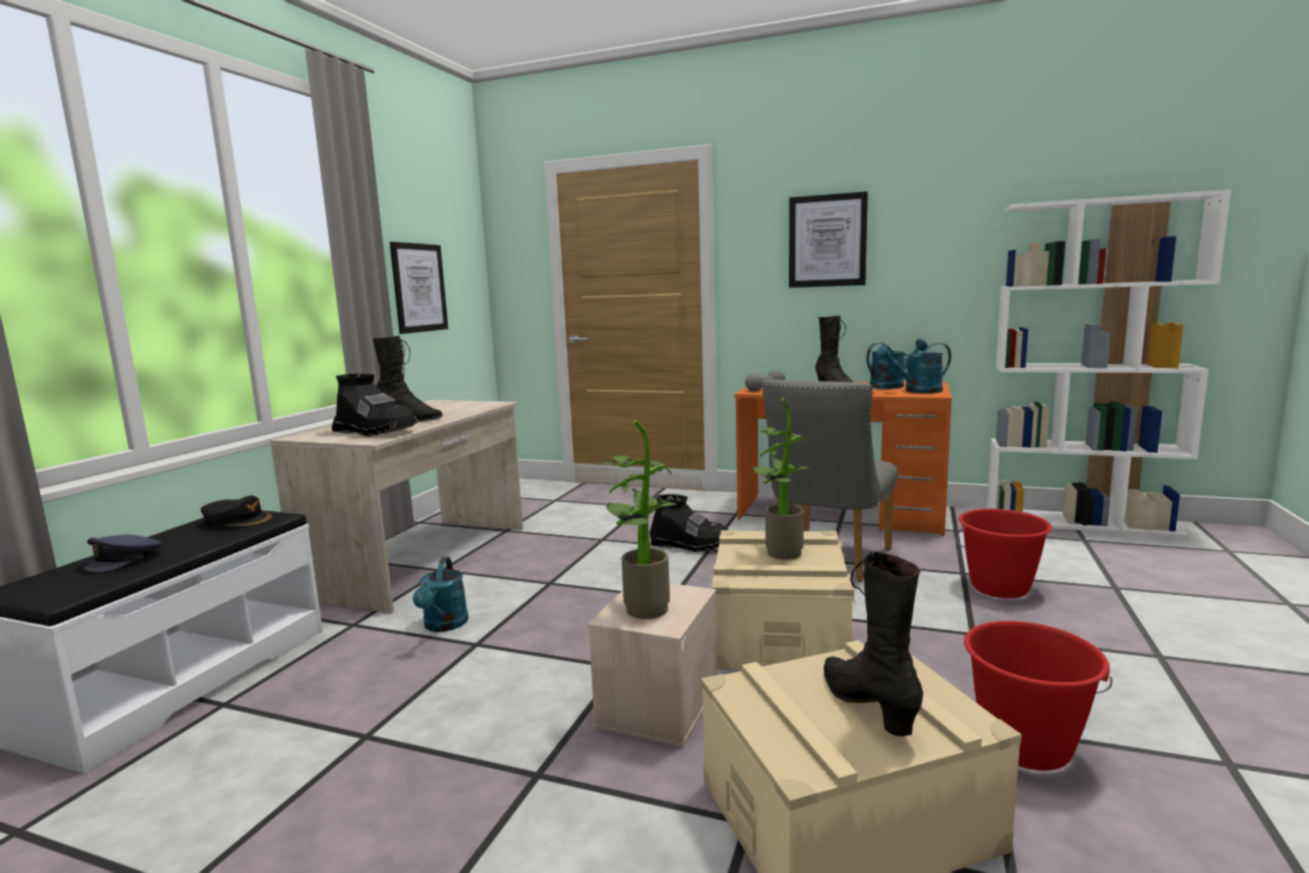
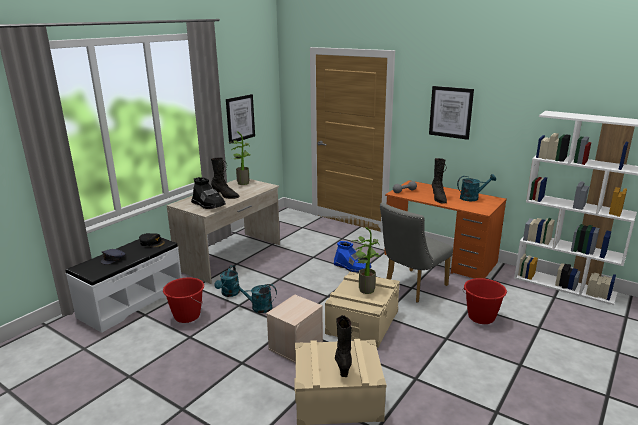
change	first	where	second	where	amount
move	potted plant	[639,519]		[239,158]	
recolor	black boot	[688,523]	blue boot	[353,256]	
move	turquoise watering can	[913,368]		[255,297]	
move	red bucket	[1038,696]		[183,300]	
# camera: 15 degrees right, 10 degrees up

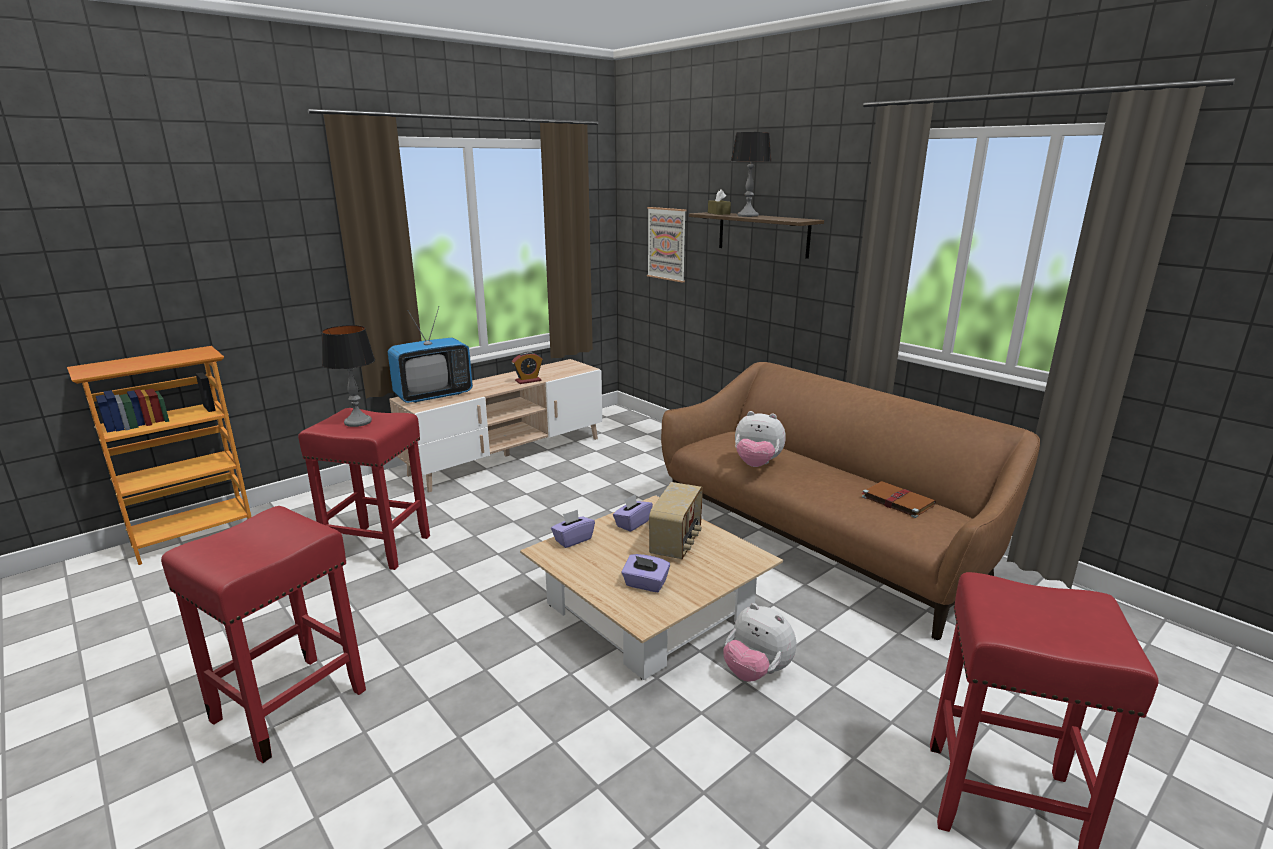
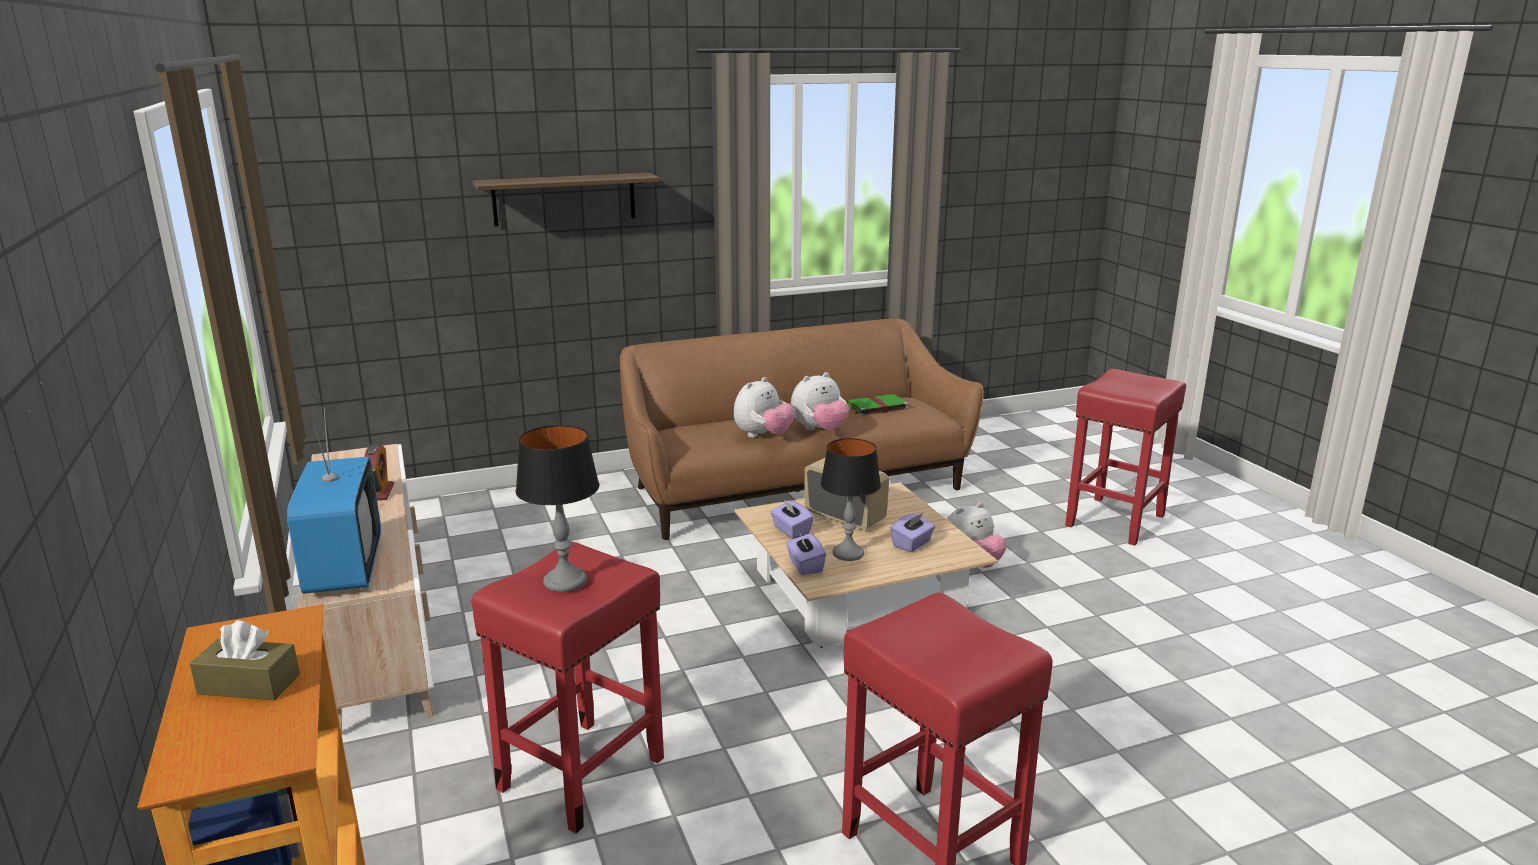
change	first	where	second	where	amount
delete	picture	[667,244]			
move	brown tissue box	[719,202]		[244,660]	
move	table lamp	[751,174]		[850,499]	
recolor	brown book	[898,499]	green book	[878,405]	
insert			plush toy	[820,401]	
# camera: 70 degrees left, 0 degrees up

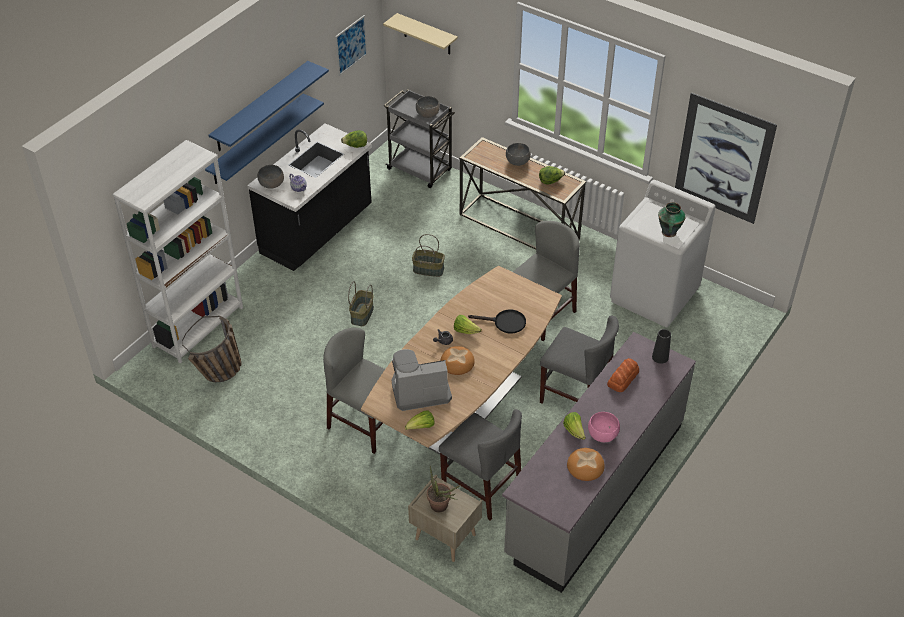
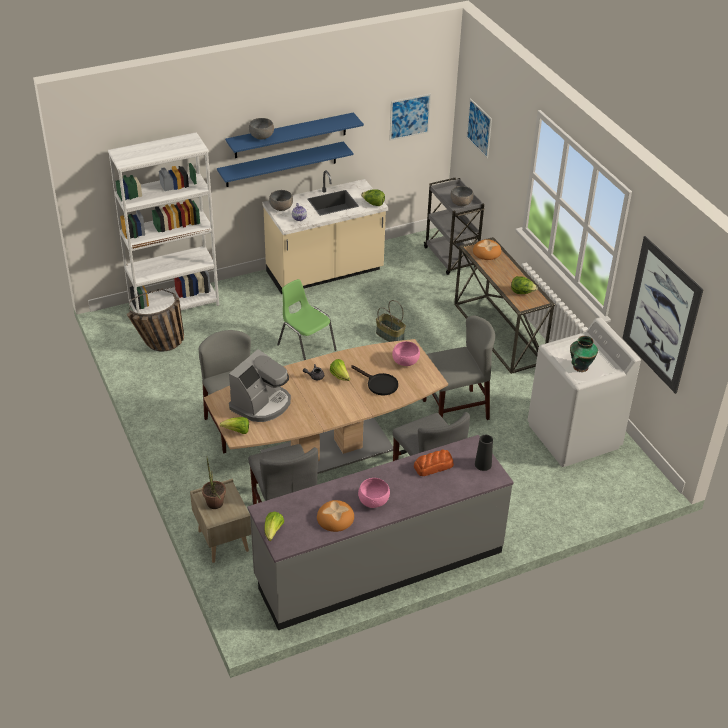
change	first	where	second	where	amount
recolor	black counter	[309,197]	beige counter	[325,232]	
replace	basket	[361,303]	green chair	[307,319]	
replace	beige shelf	[420,34]	picture	[479,128]	
rotate	coffee machine	[422,380]		[260,385]	105 degrees clockwise
move	bread	[457,360]		[487,249]	
move	grey bowl	[518,154]		[261,129]	
move	lettuce	[574,426]		[274,526]	
insert			pink bowl	[406,353]	
# camera: 30 degrees right, 5 degrees down

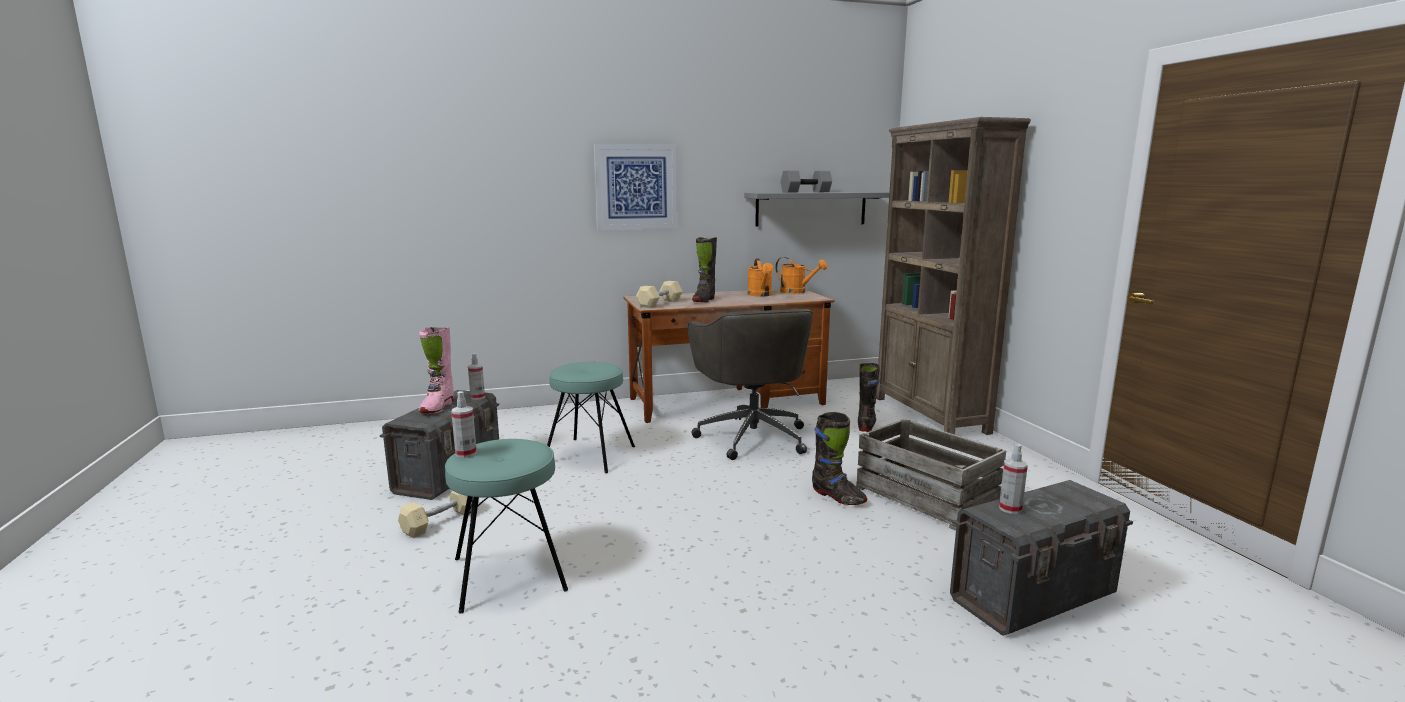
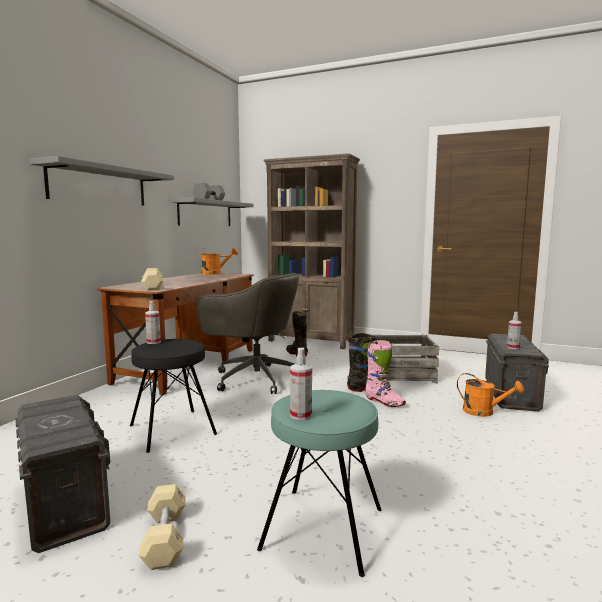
change	first	where	second	where	amount
move	pink boot	[436,370]		[385,373]	
move	spray bottle	[476,376]		[153,322]	
recolor	turquoise stool	[591,417]	black stool	[173,396]	
replace	picture	[636,187]	grey shelf	[102,181]	
delete	black boot	[704,269]			
move	orange watering can	[760,278]		[490,395]	
# camera: 50 degrees left, 5 degrees down

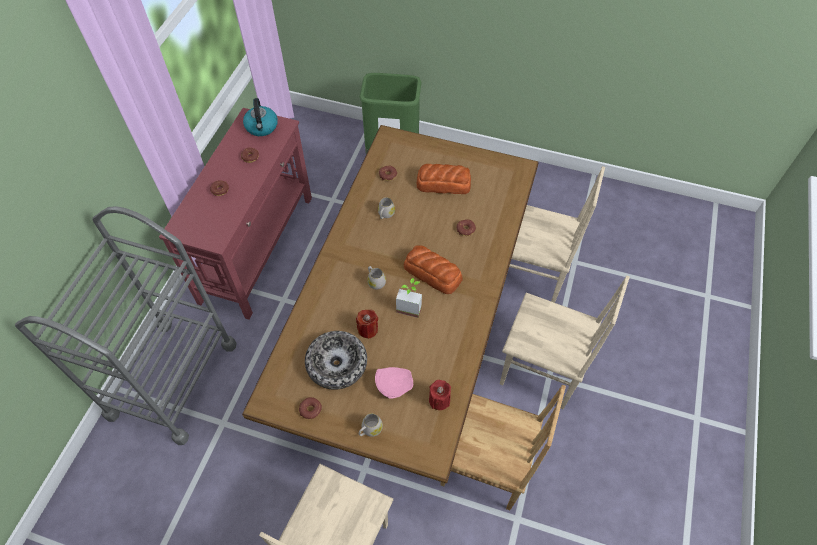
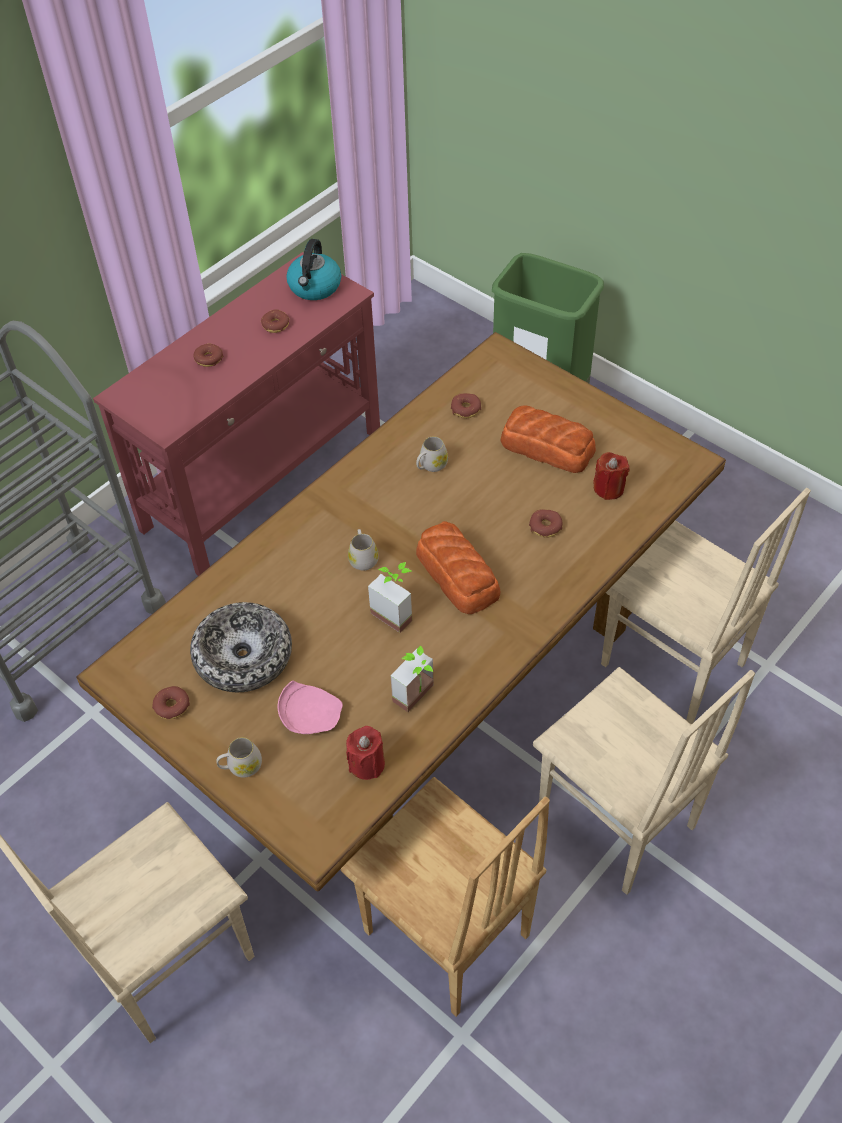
change	first	where	second	where	amount
move	red candle	[367,324]		[611,476]	
insert			potted plant	[412,678]	
# camera: 25 degrees right, 5 degrees down

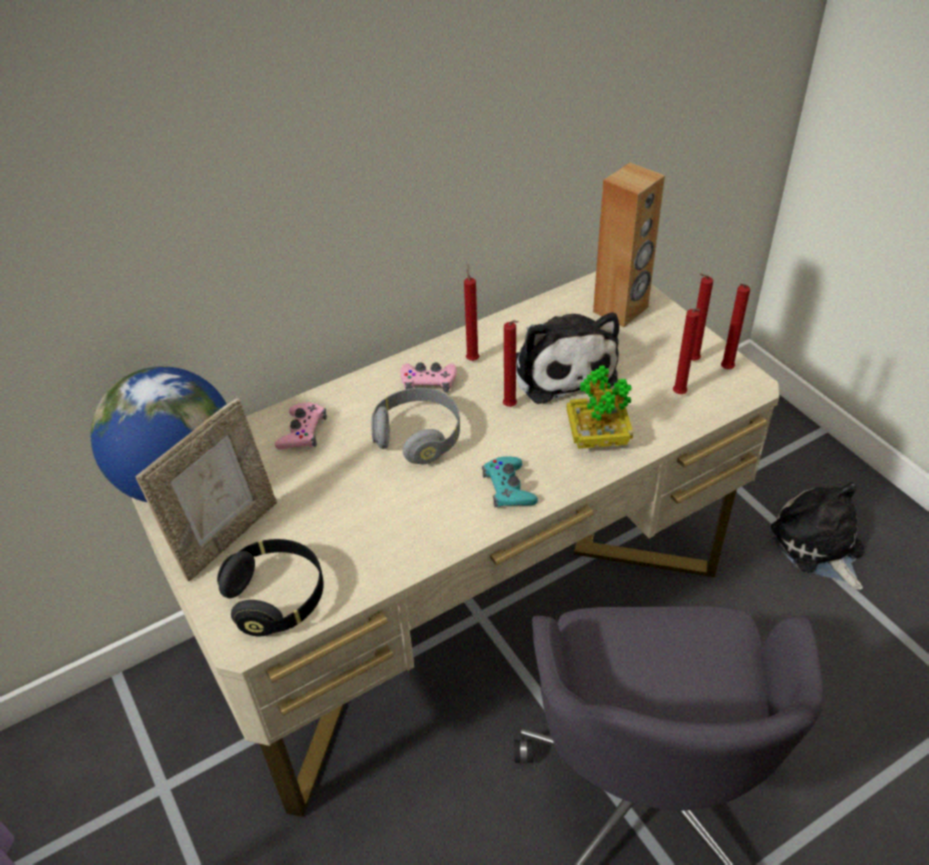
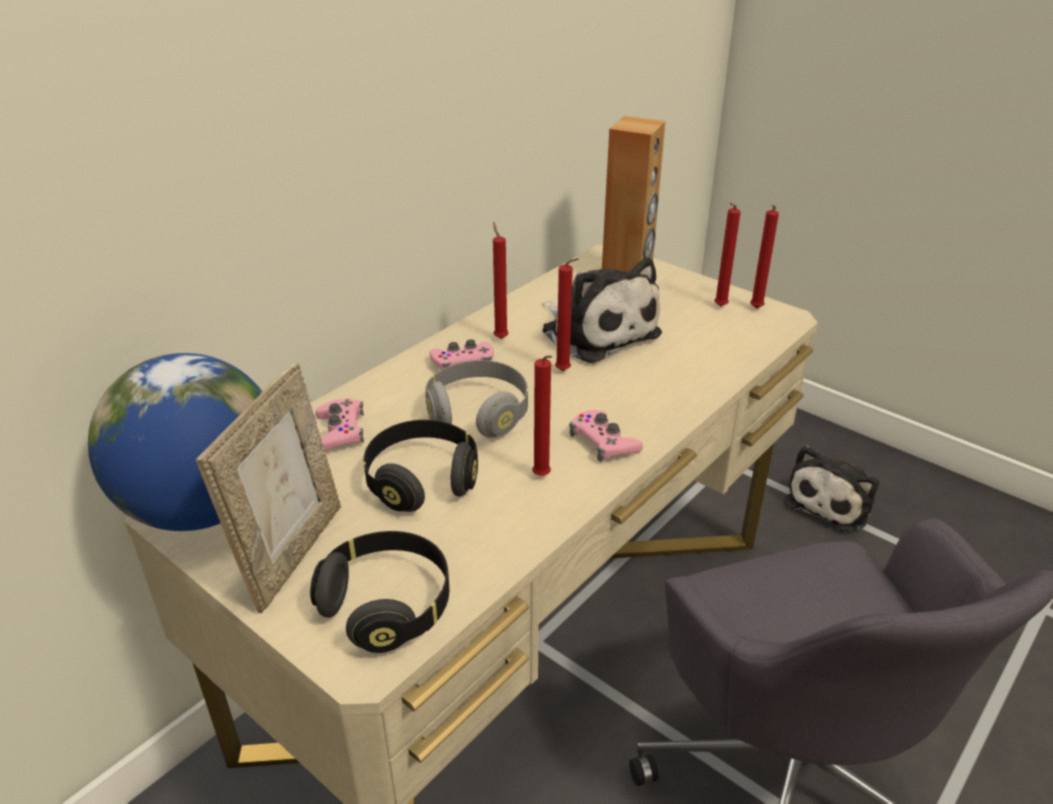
change	first	where	second	where	amount
recolor	turquoise game controller	[510,481]	pink game controller	[606,436]	
delete	potted plant	[599,407]			
move	red candle	[686,351]		[542,415]	
rotate	plush toy	[817,536]		[831,488]	105 degrees counterclockwise
insert			black headphones	[421,466]	
# camera: 20 degrees left, 10 degrees down

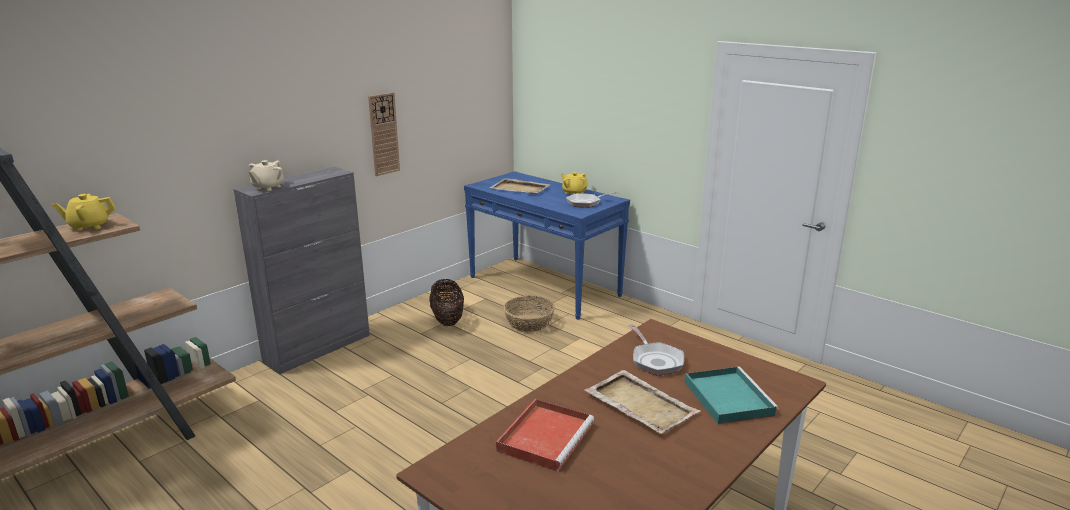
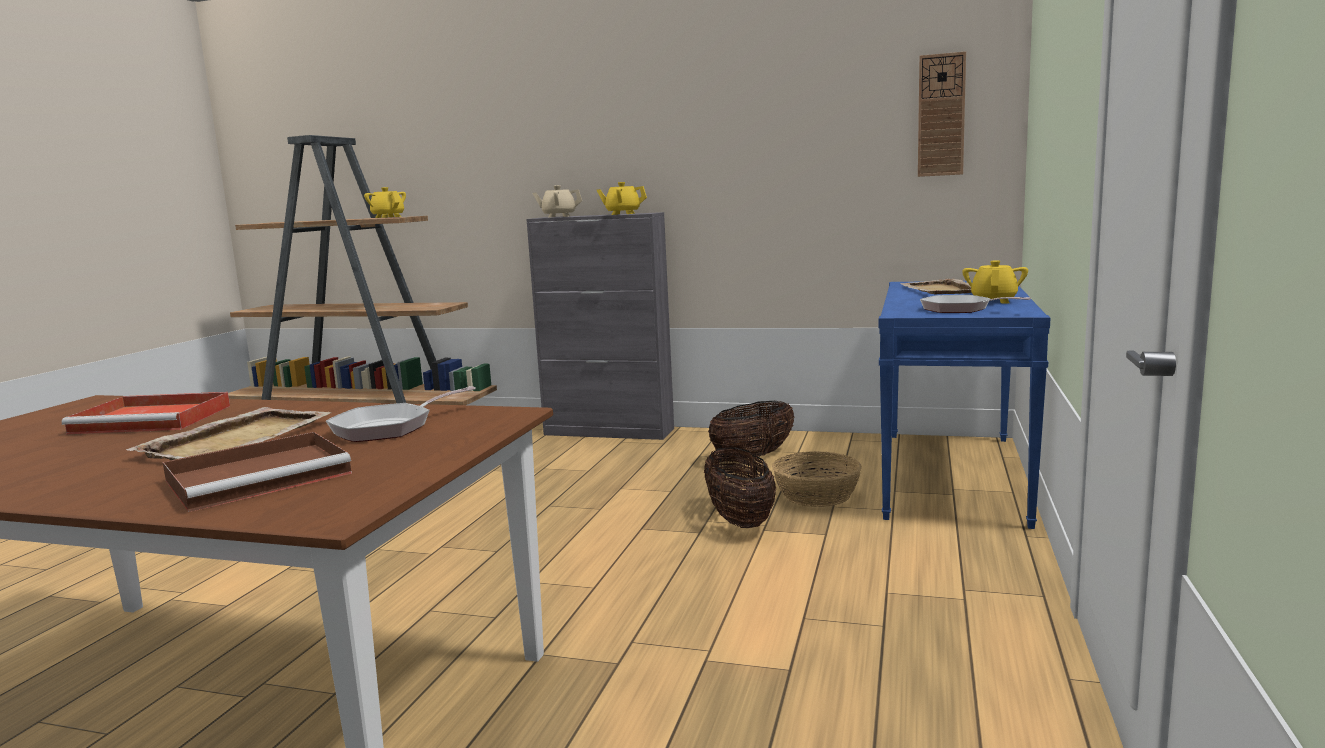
change	first	where	second	where	amount
move	wall clock	[384,134]		[942,114]	
recolor	turquoise tray	[732,395]	brown tray	[257,472]	
insert			yellow teapot	[622,198]	
insert			basket	[740,487]	
# camera: 65 degrees right, 10 degrees down

